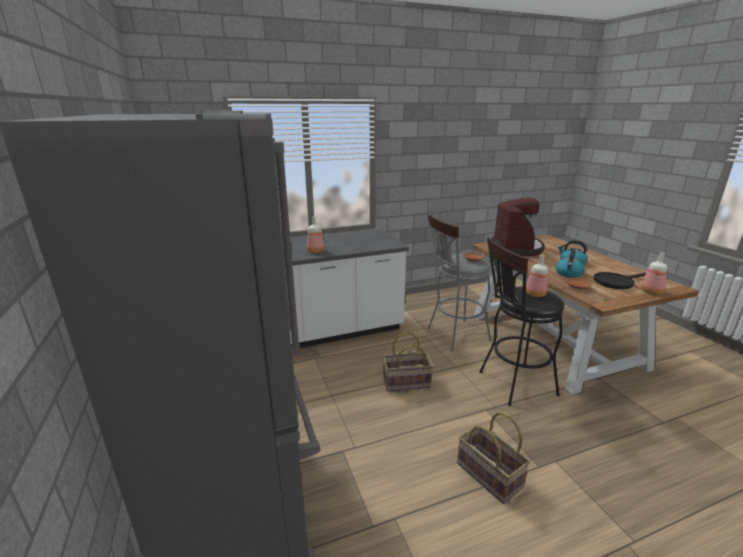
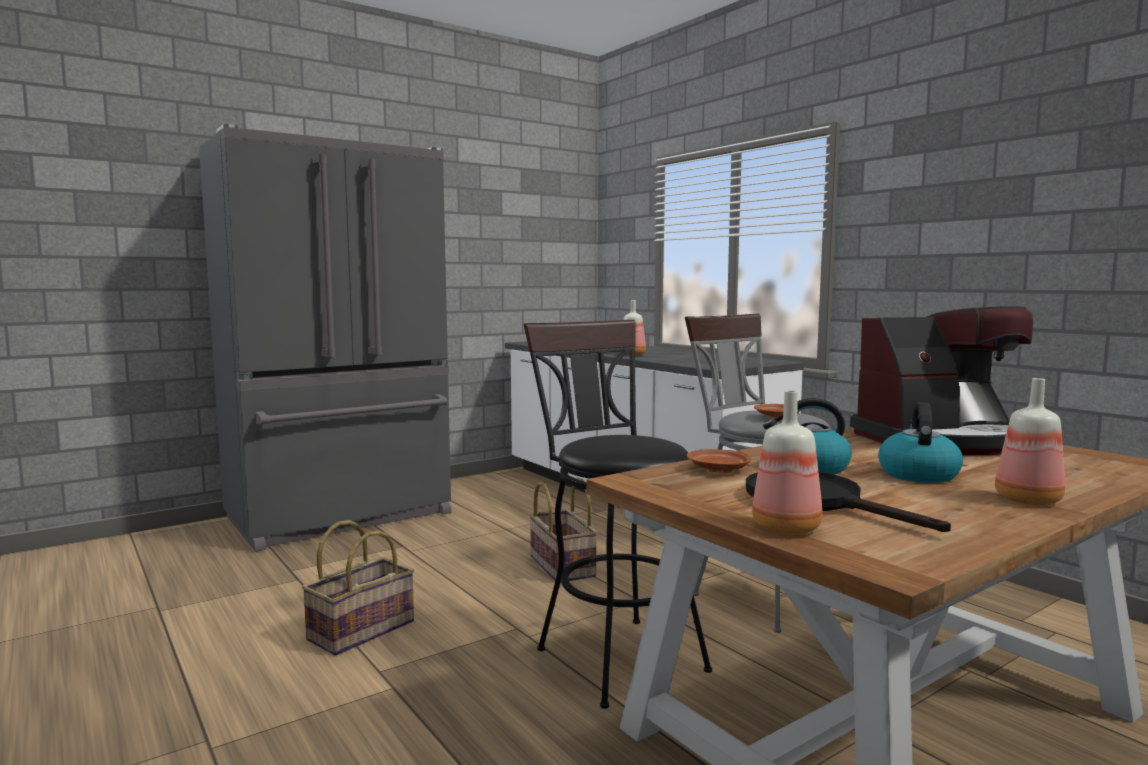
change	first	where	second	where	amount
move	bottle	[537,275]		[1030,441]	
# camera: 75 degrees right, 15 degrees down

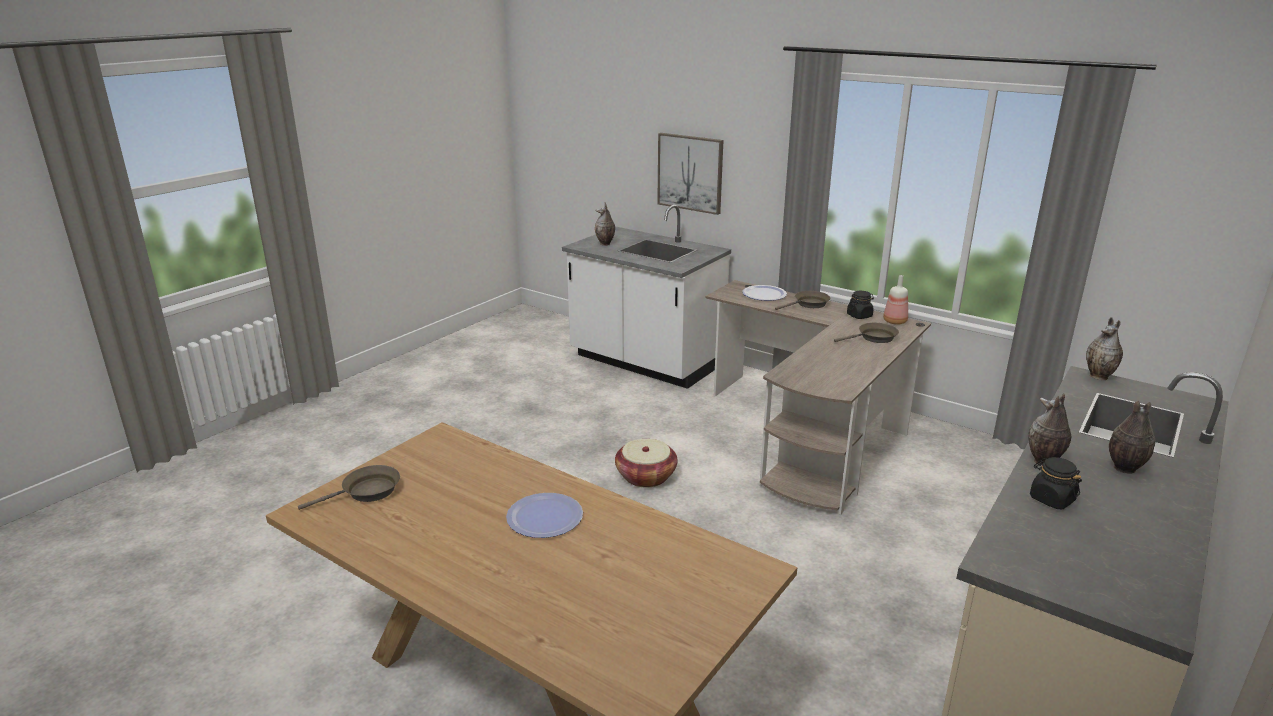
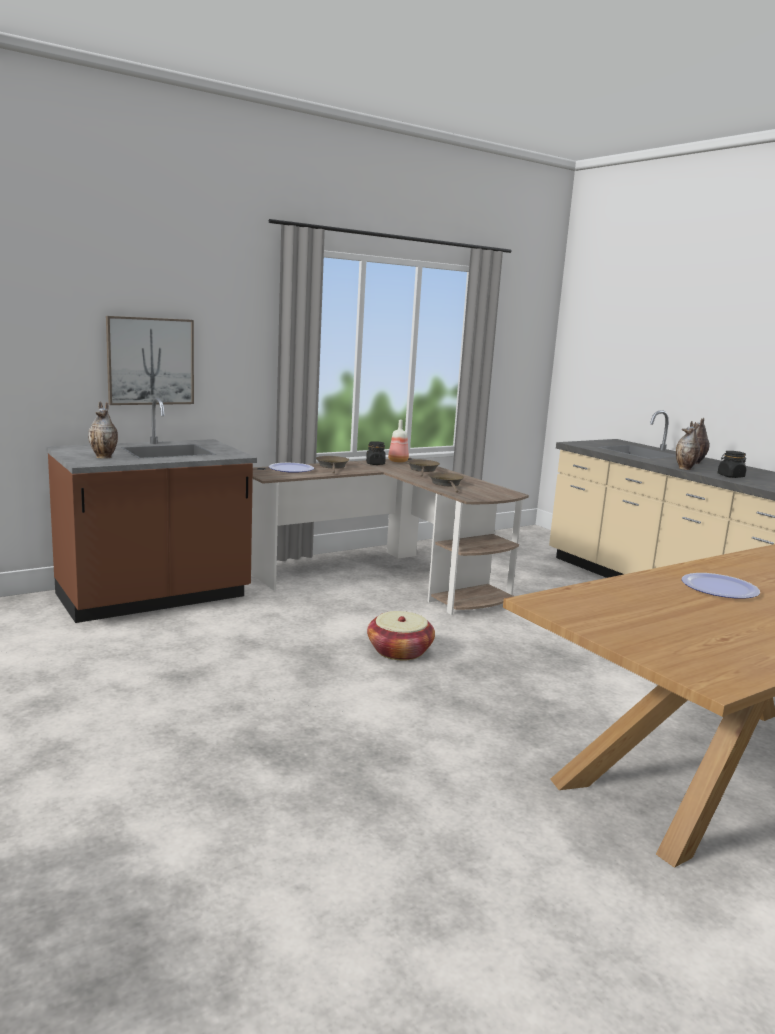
change	first	where	second	where	amount
move	brown frying pan	[349,487]		[446,482]	
recolor	white counter	[646,297]	brown counter	[151,510]	
delete	vase	[1104,348]			
# camera: 70 degrees left, 10 degrees down

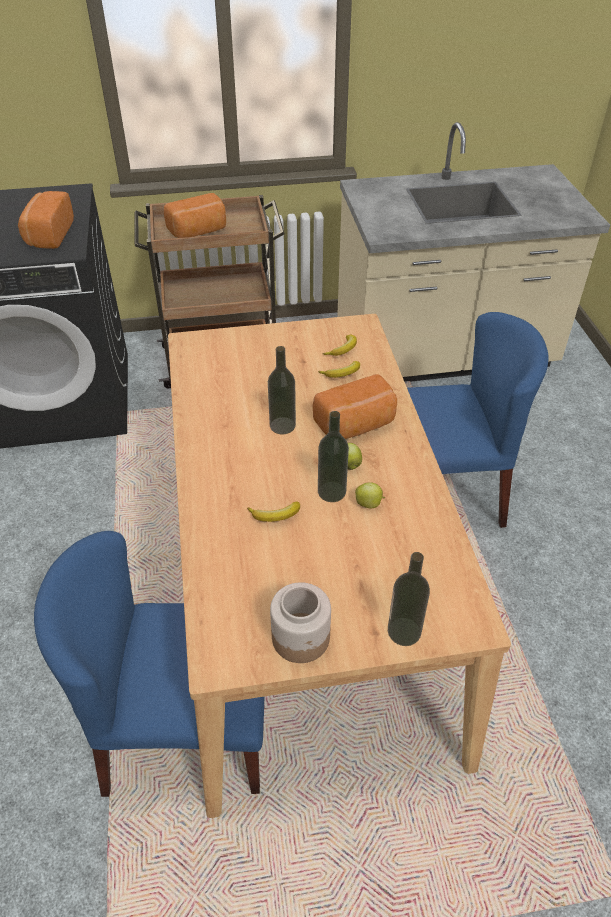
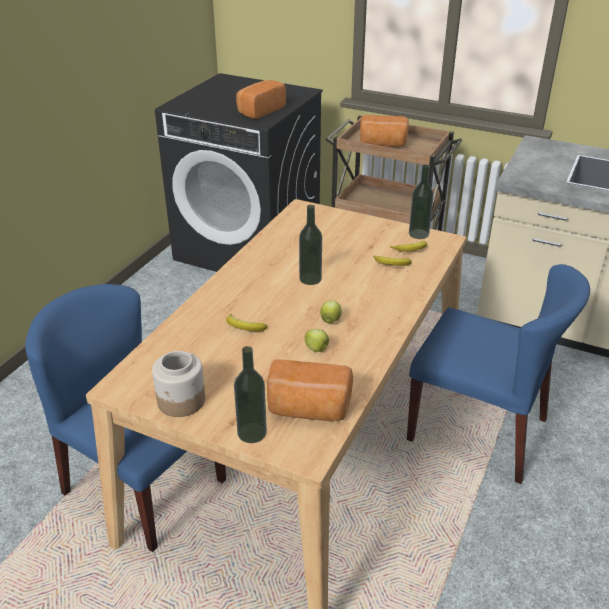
change	first	where	second	where	amount
move	bread	[355,406]		[310,390]	
move	bottle	[333,456]		[421,201]	
# camera: 35 degrees right, 10 degrees down

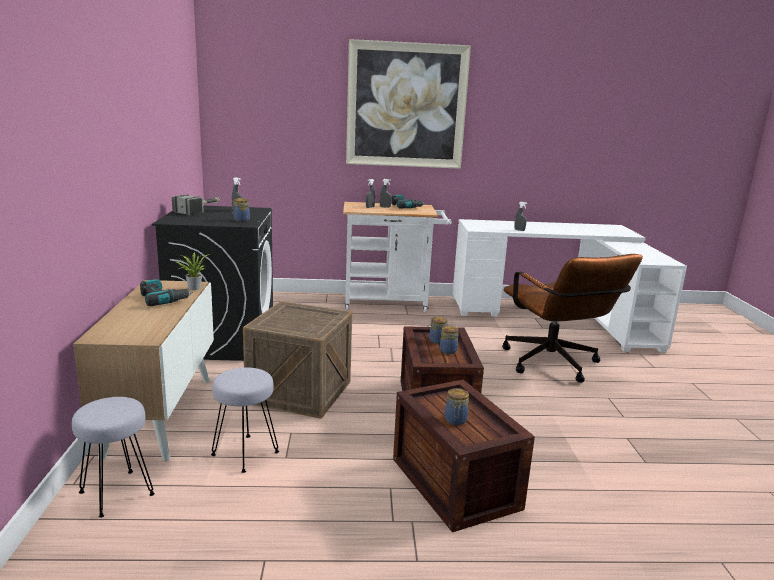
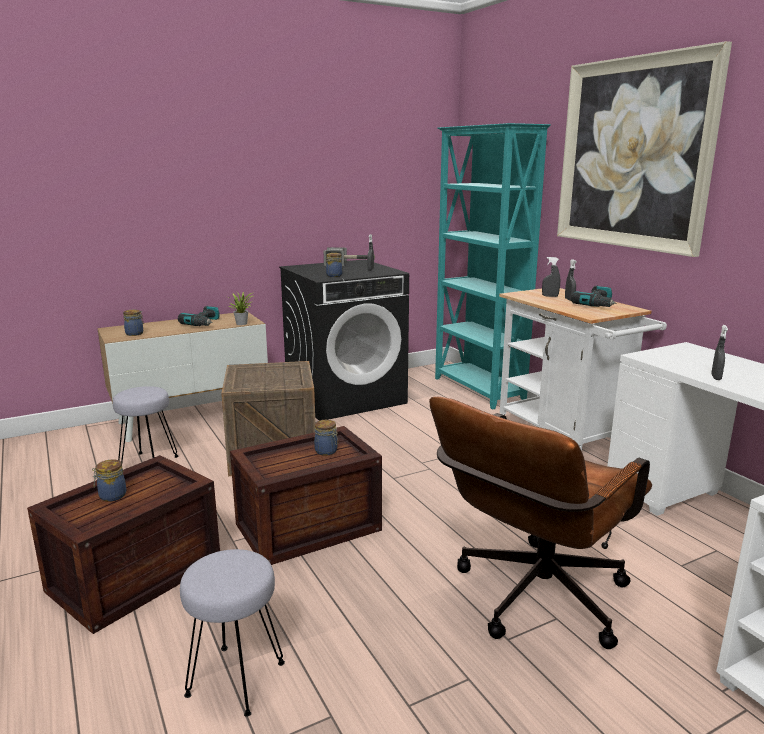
change	first	where	second	where	amount
move	grey stool	[113,457]		[232,633]	
move	jar	[449,340]		[133,322]	
insert			turquoise bookcase	[493,266]	
# camera: 65 degrees right, 0 degrees up

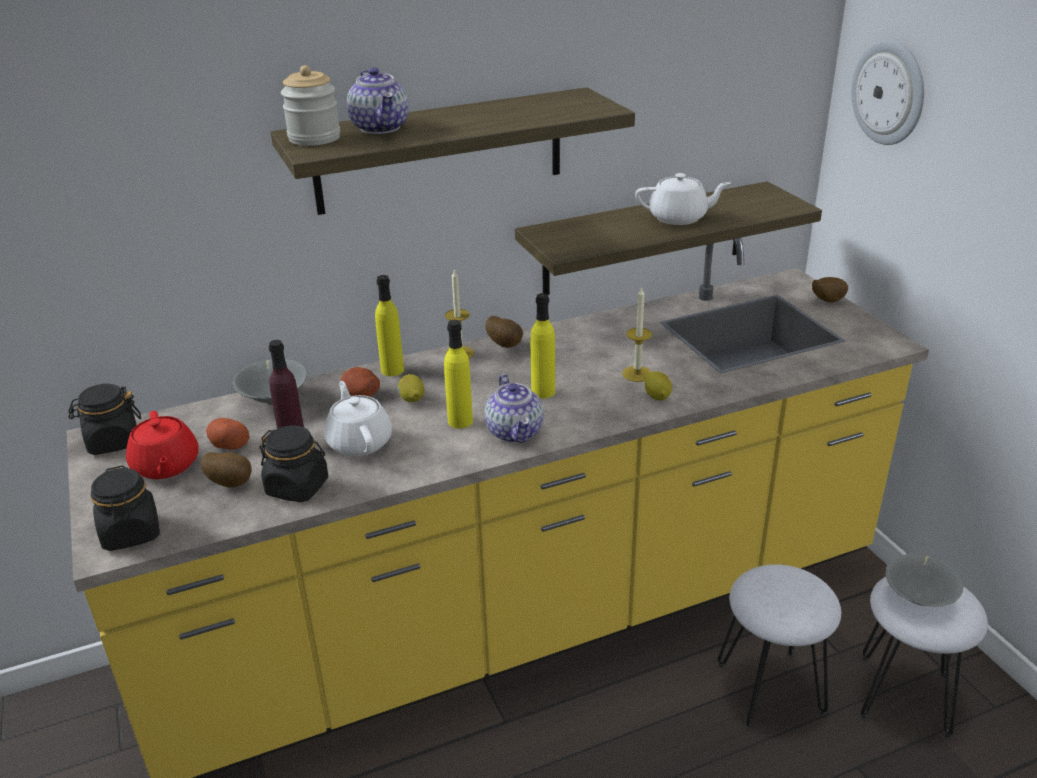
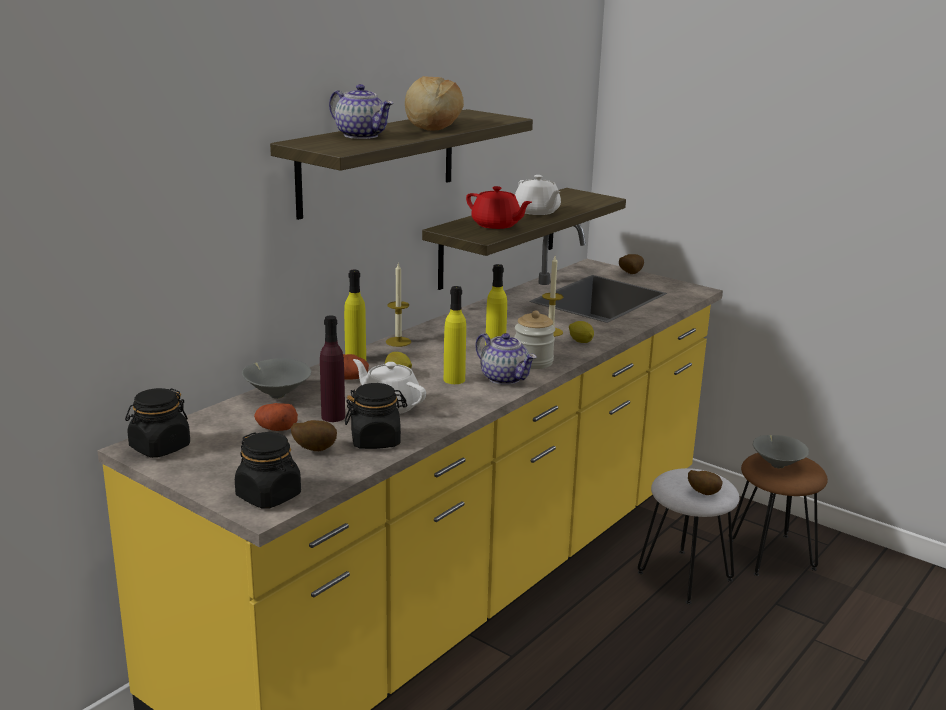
change	first	where	second	where	amount
move	red teapot	[162,445]		[499,207]	
move	jar	[310,105]		[534,339]	
move	potato	[504,332]		[705,482]	
rotate	white teapot	[682,199]		[538,195]	90 degrees clockwise
delete	wall clock	[887,92]			
recolor	white stool	[923,658]	brown stool	[778,514]	
insert			bread	[434,103]	
# camera: 30 degrees left, 10 degrees down

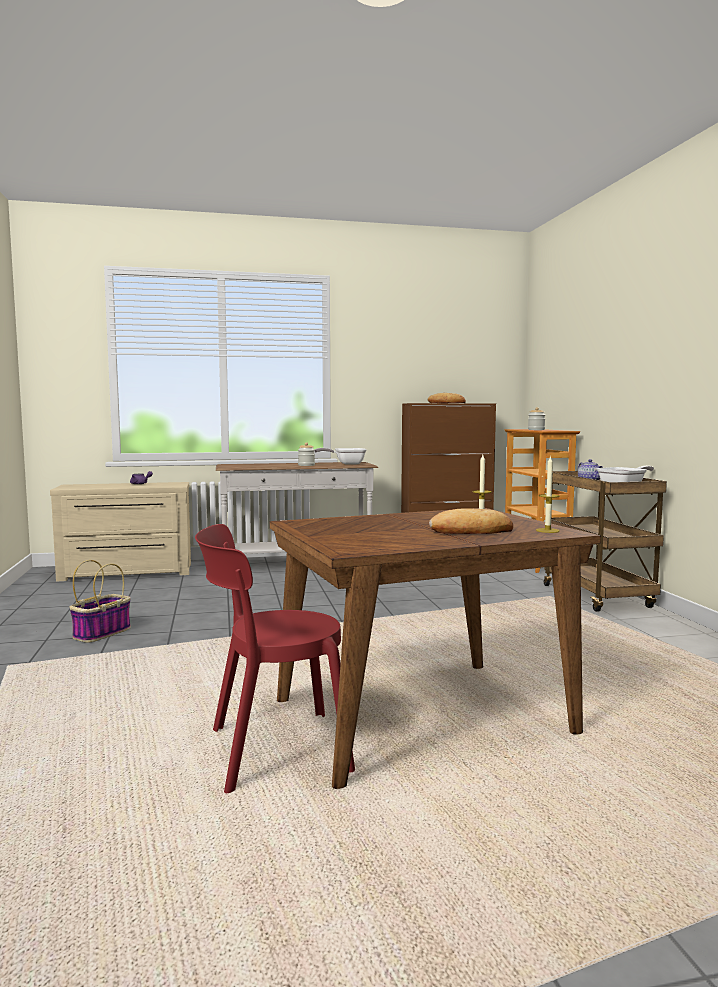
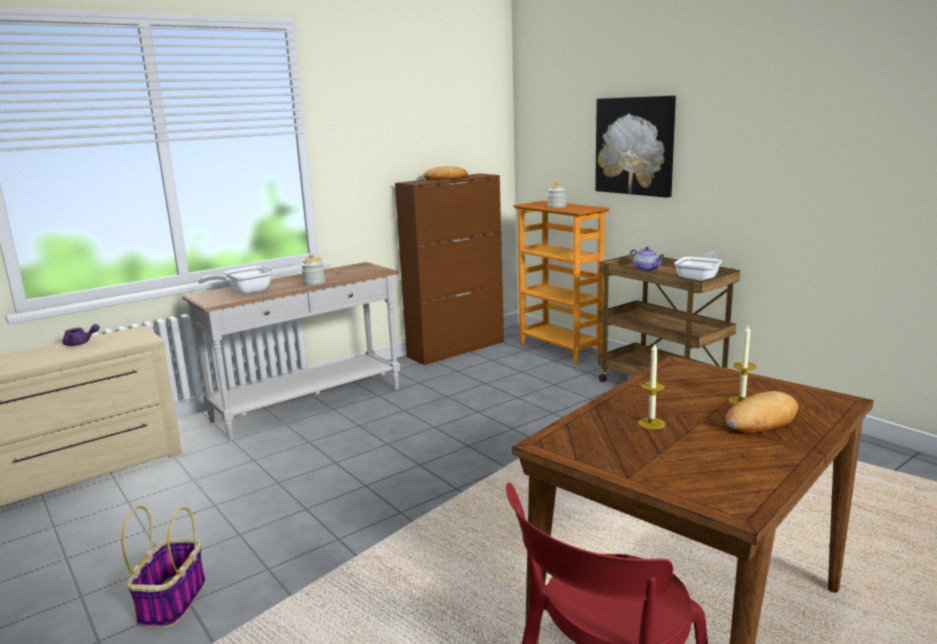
change	first	where	second	where	amount
move	frying pan	[341,456]		[235,280]	
move	candle	[548,494]		[651,386]	
insert			picture	[635,147]	
# camera: 25 degrees left, 10 degrees up

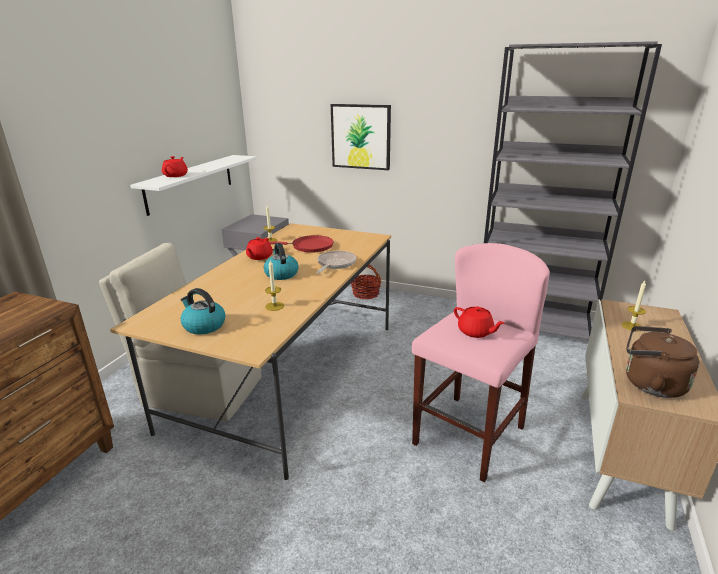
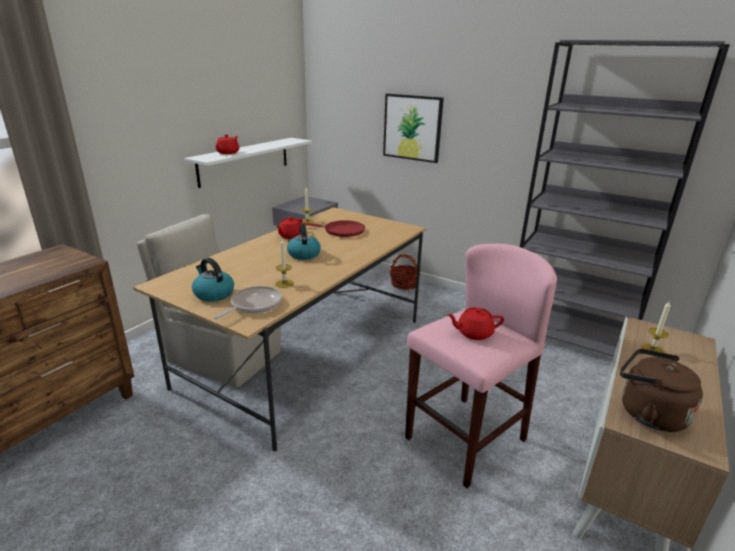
change	first	where	second	where	amount
move	frying pan	[336,262]		[247,302]	
rotate	red teapot	[479,322]		[475,324]	120 degrees clockwise
# camera: 10 degrees right, 0 degrees up

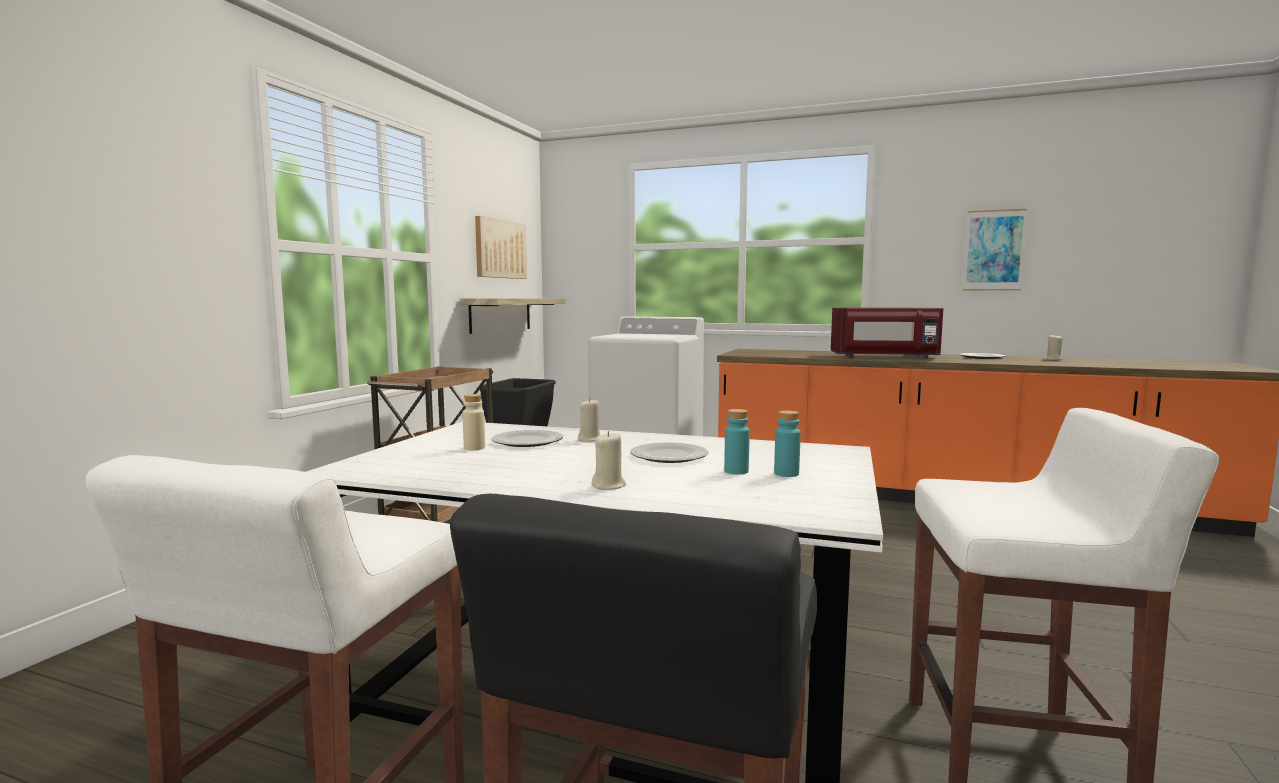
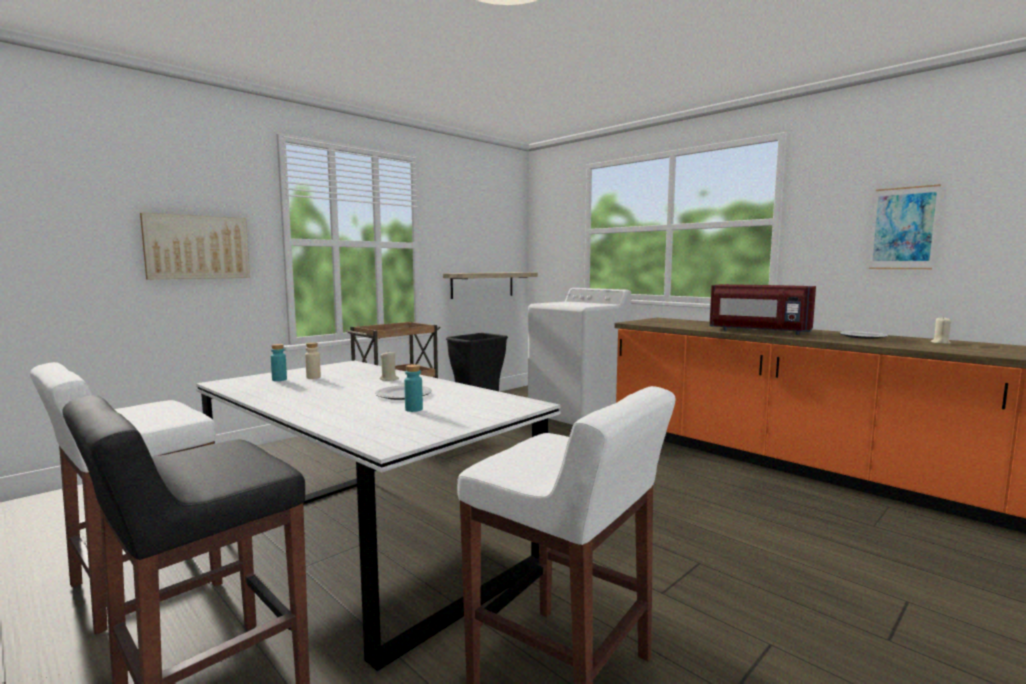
change	first	where	second	where	amount
move	picture	[501,247]		[195,245]	
delete	plate	[527,438]			
delete	beige candle	[608,460]			
move	turquoise bottle	[787,443]		[279,362]	
# camera: 25 degrees right, 0 degrees up

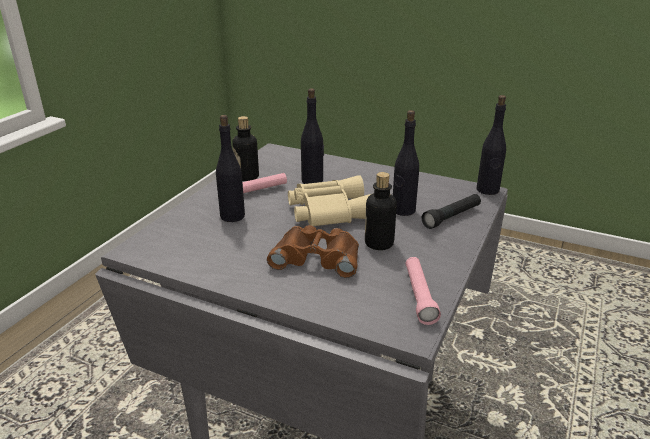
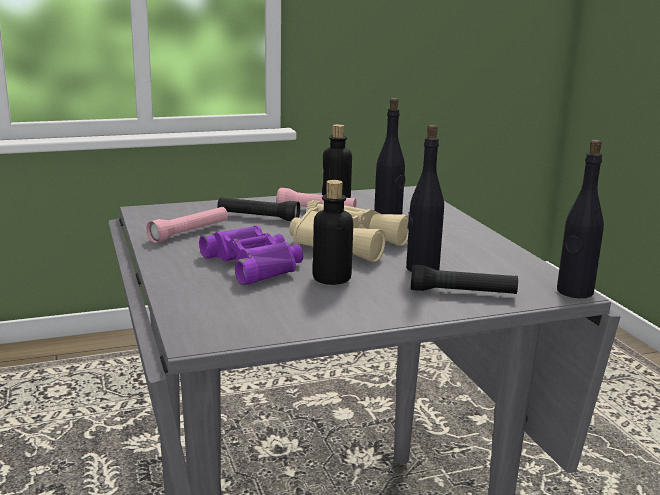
change	first	where	second	where	amount
replace	black bottle	[230,168]	black flashlight	[258,209]	
recolor	brown binoculars	[313,251]	purple binoculars	[251,255]	
move	pink flashlight	[423,291]		[187,225]	
# camera: 45 degrees right, 10 degrees down

